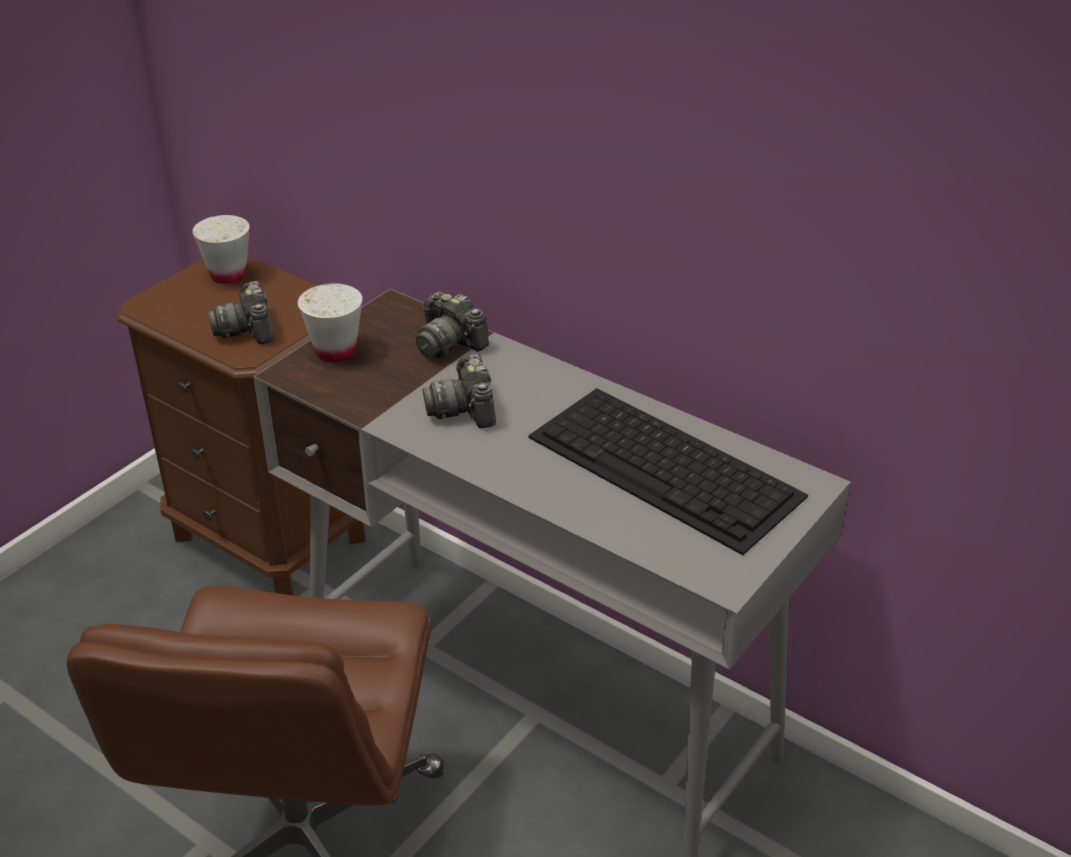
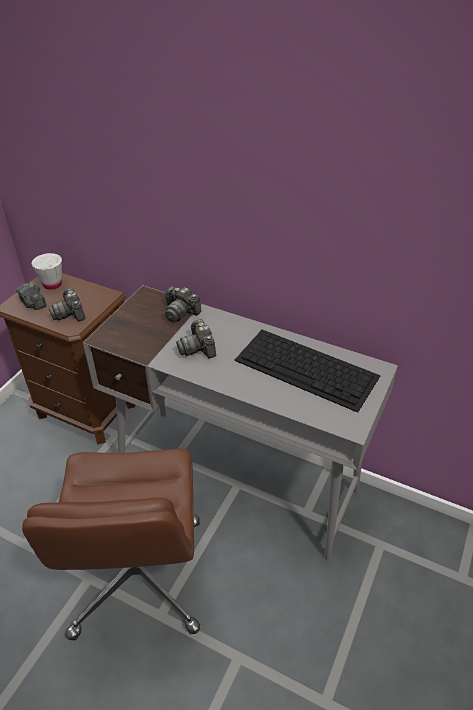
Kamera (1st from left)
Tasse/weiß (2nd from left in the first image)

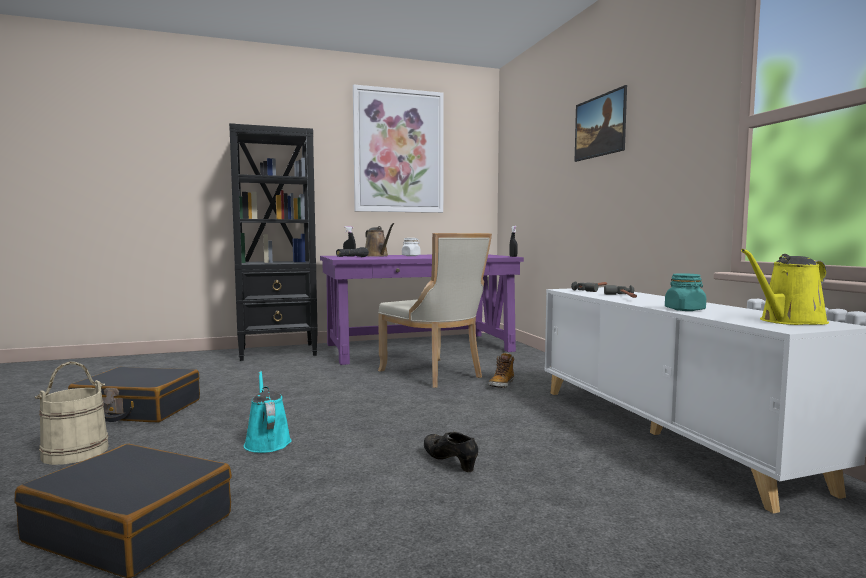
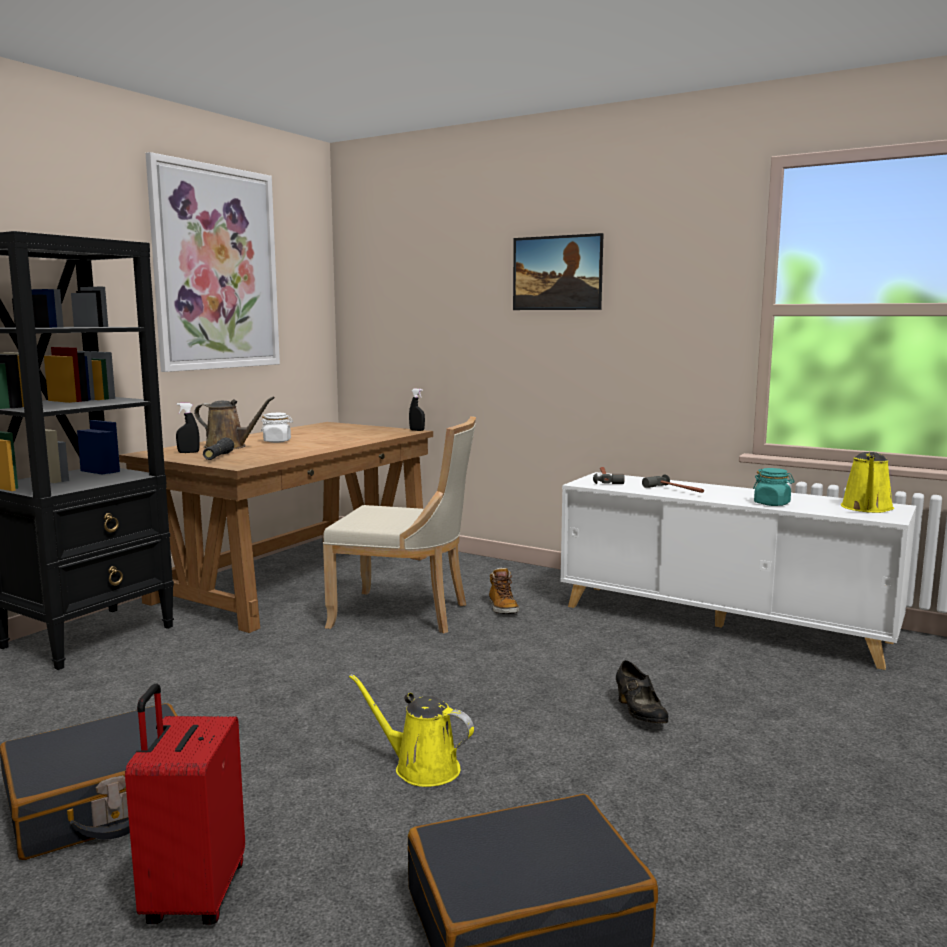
Schreibtisch/braun
Koffer/rot
Gießkanne/gelb (1st from left)
Schuh/schwarz

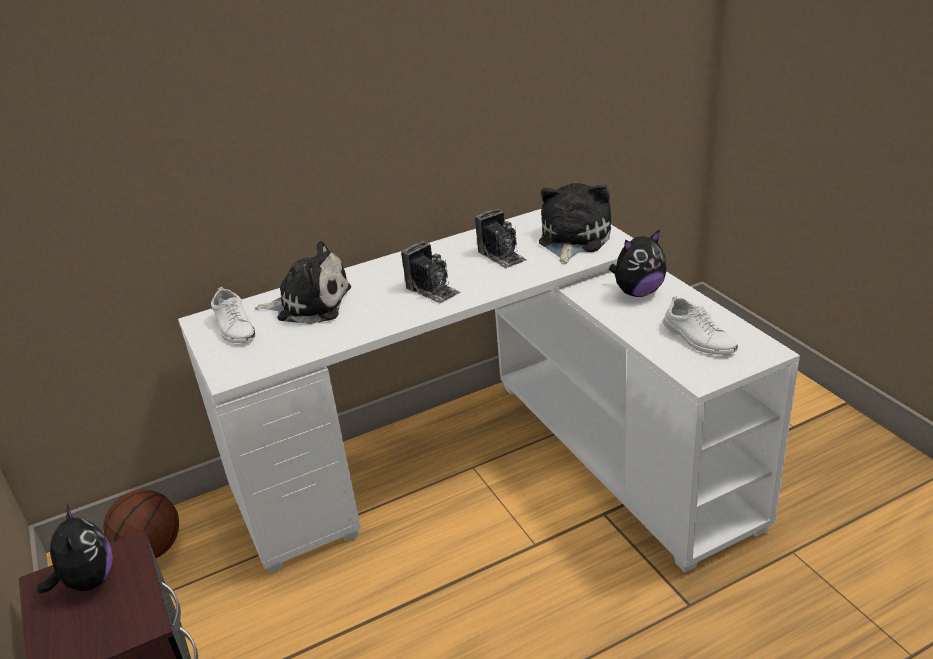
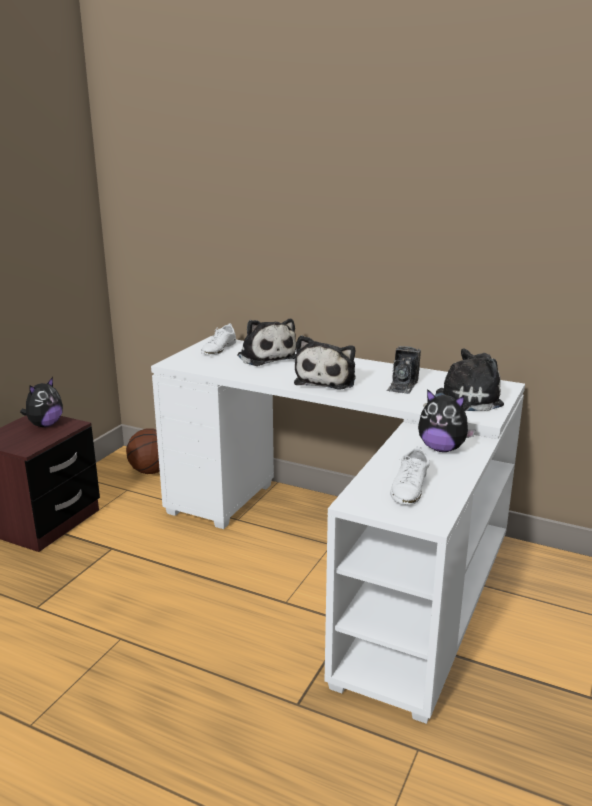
Plüschtier (3rd from left)

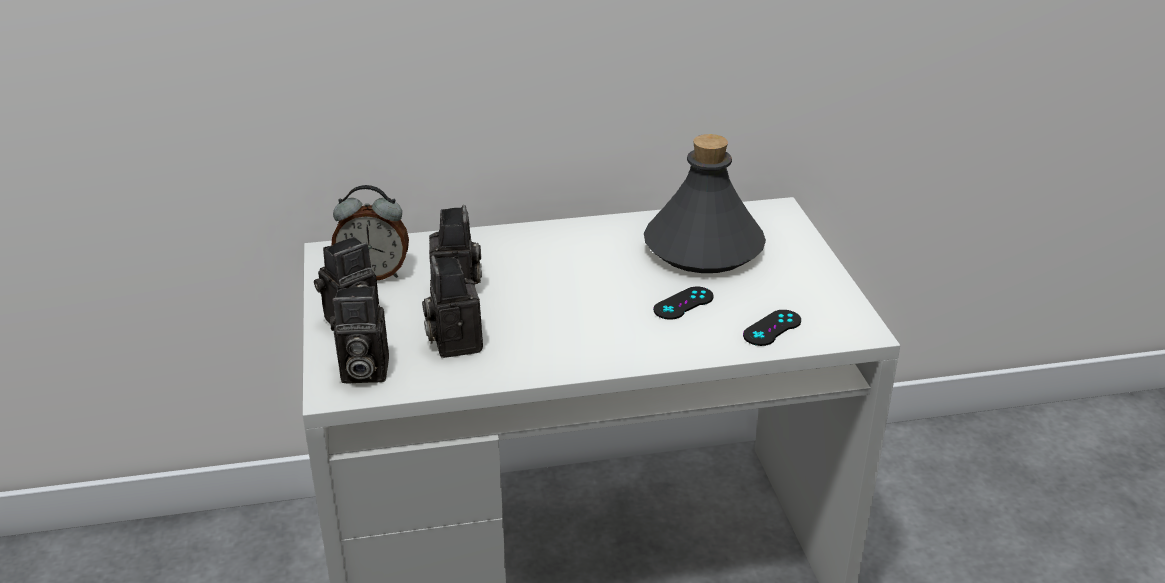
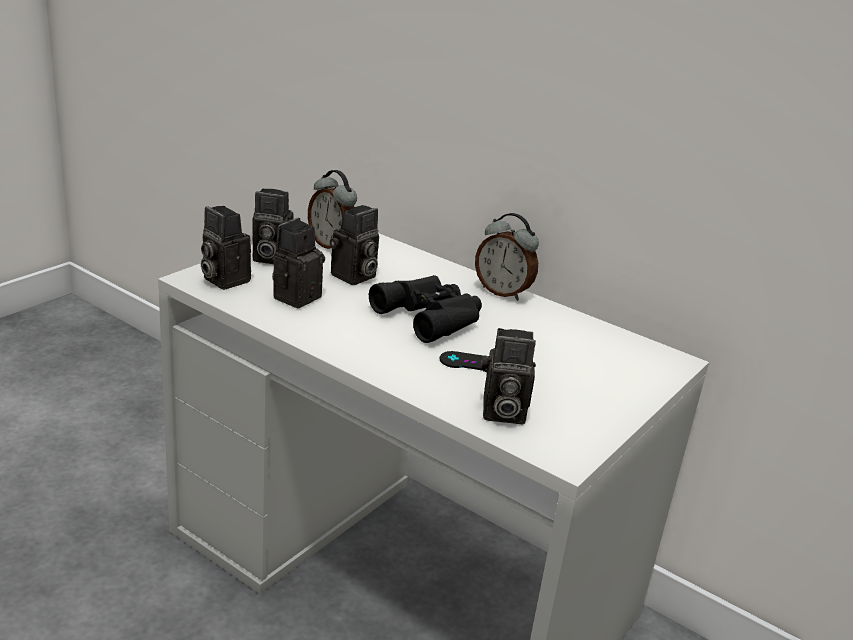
Fernglas/schwarz
Wecker (2nd from left)
Kamera (5th from left)
Flasche/grau

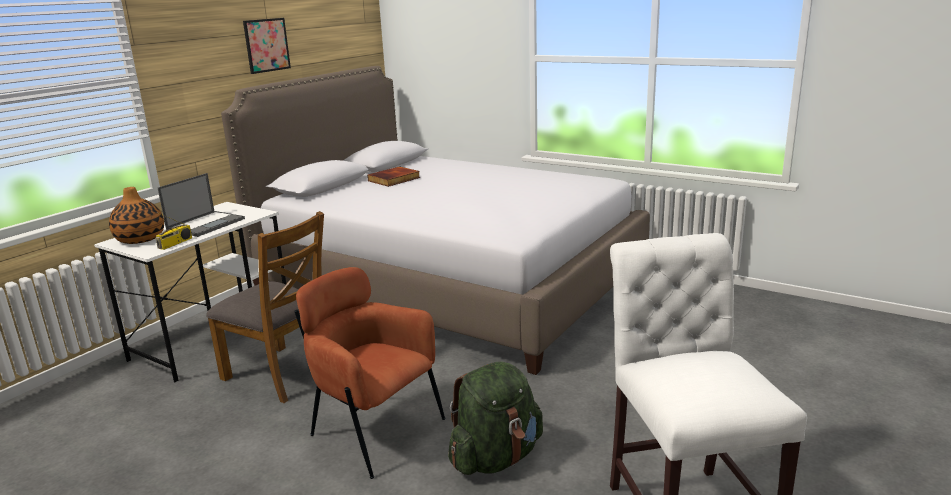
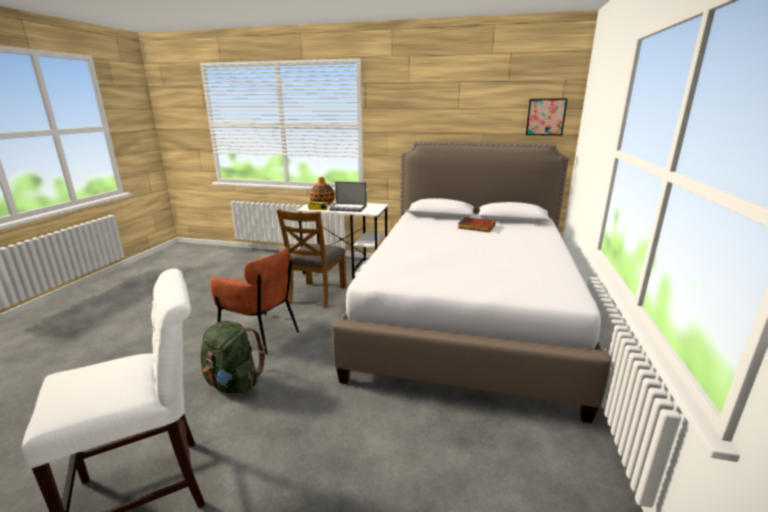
Sessel/braun
Bild

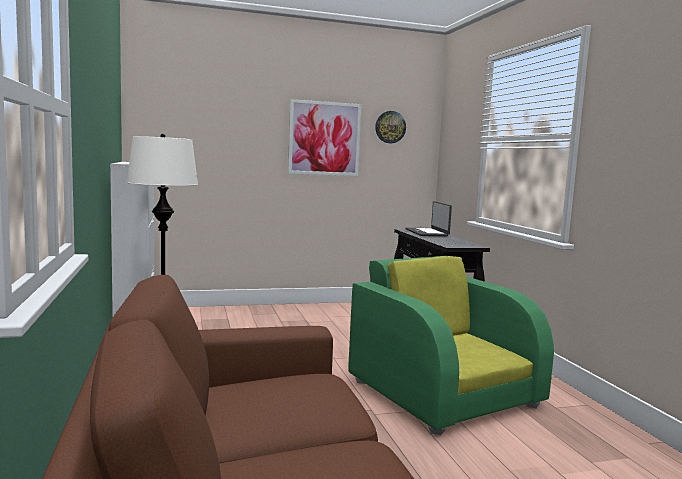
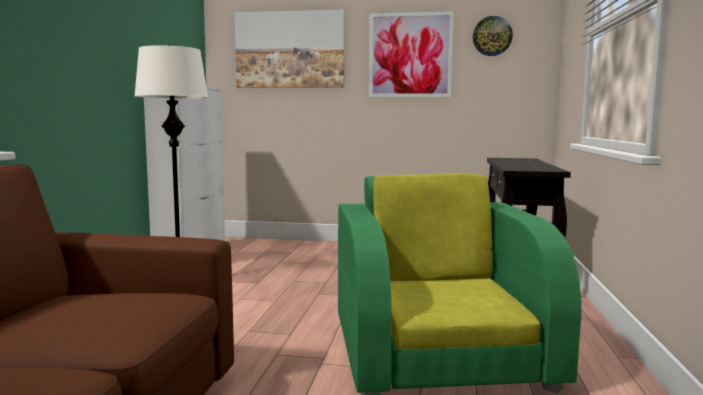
Bild (1st from left)
Laptop

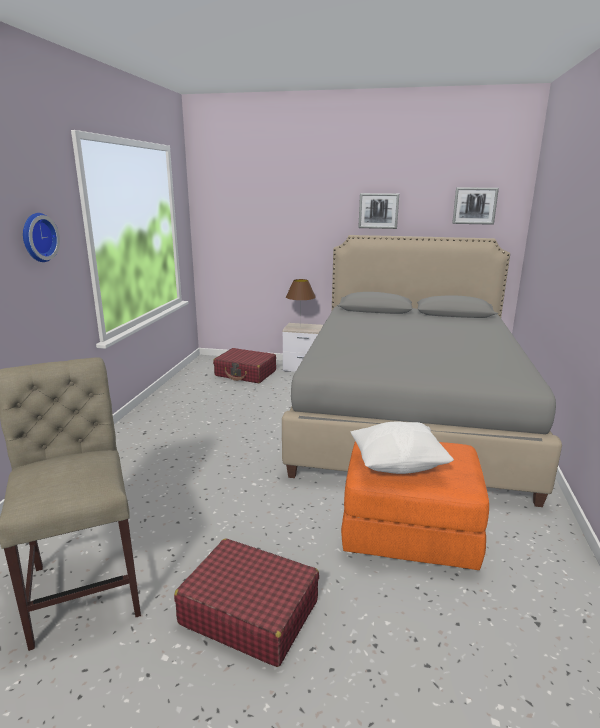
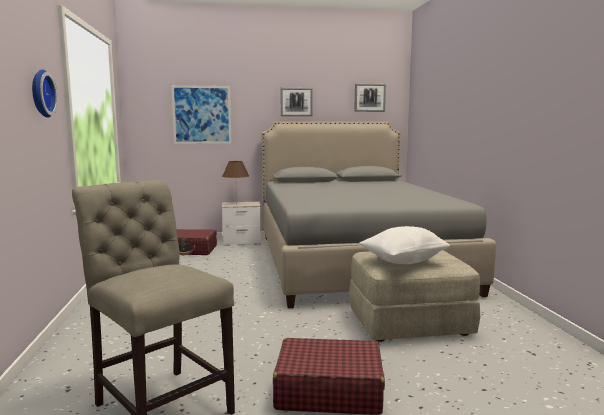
Bild (1st from left)
Polsterhocker/beige

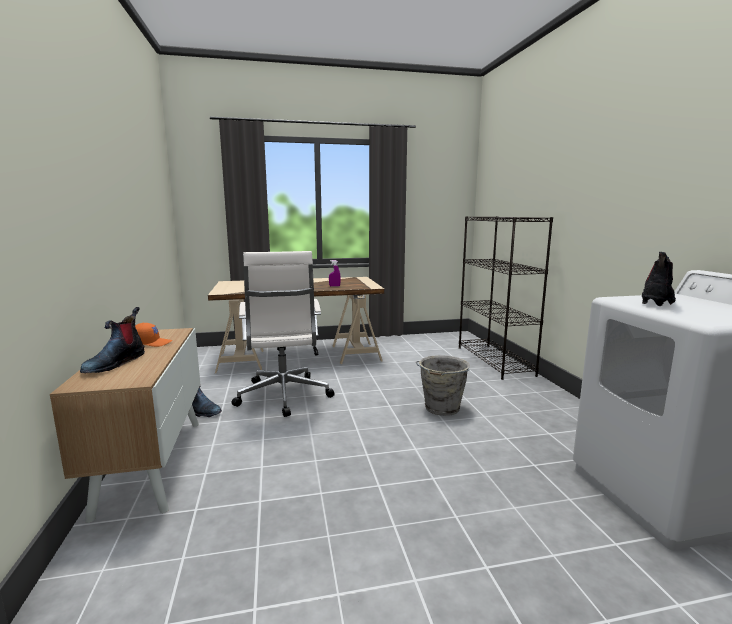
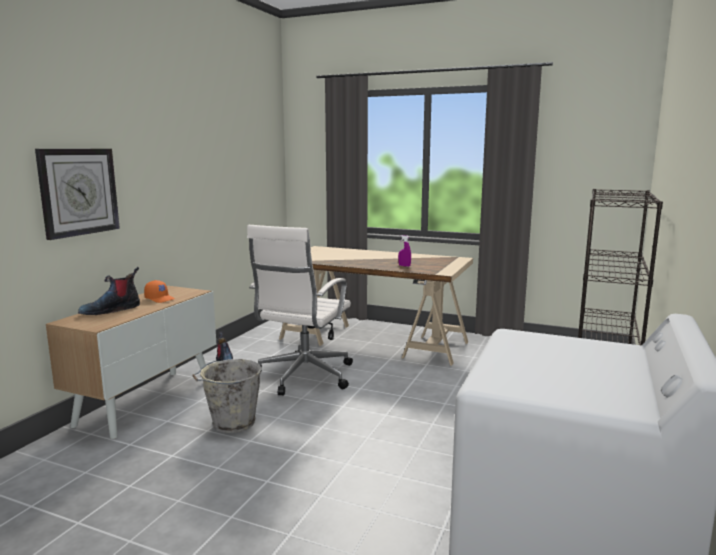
Wanduhr
Eimer/grau
Stiefel (3rd from left in the first image)

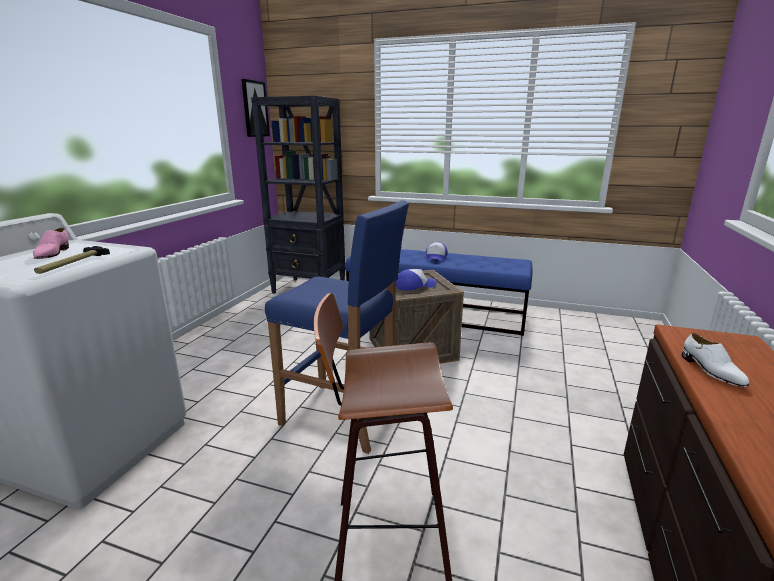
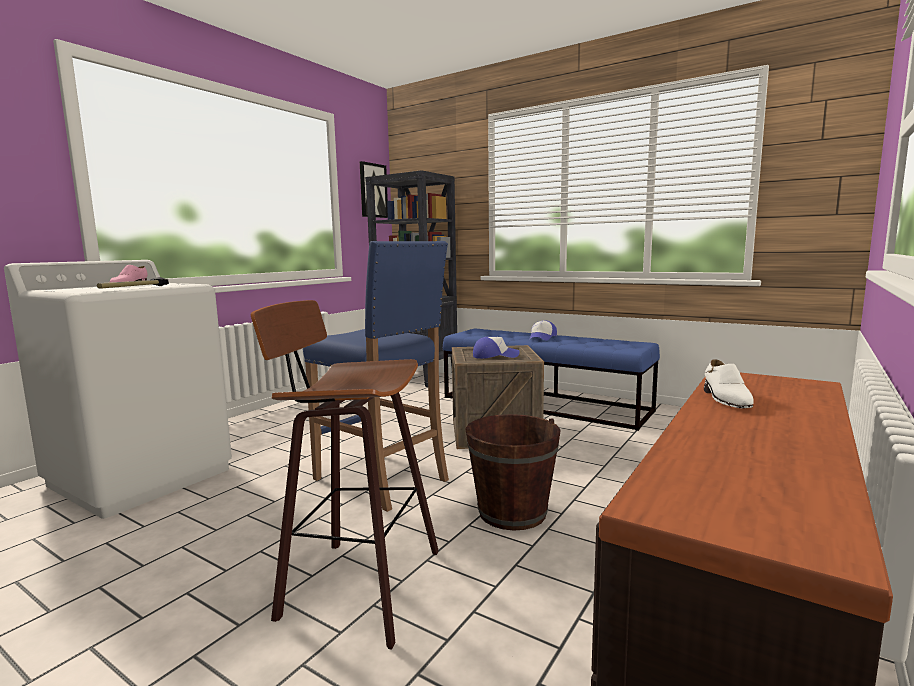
Eimer/braun

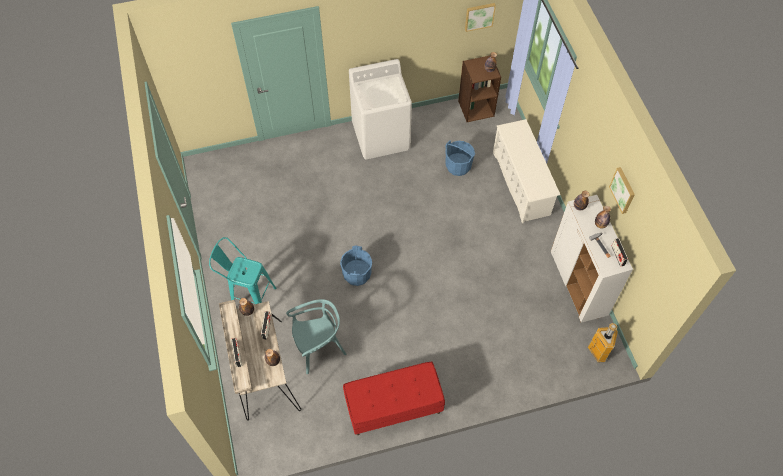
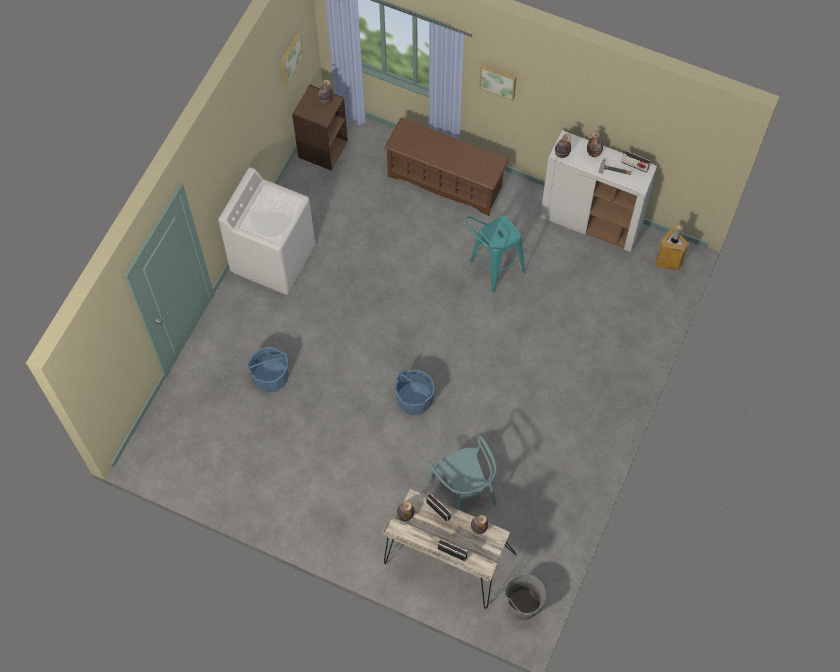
Eimer/blau (1st from left)
Schuhregal/braun
Stuhl/türkis
Hocker/türkis
Bild (2nd from left)
Eimer/grau
Bank/rot

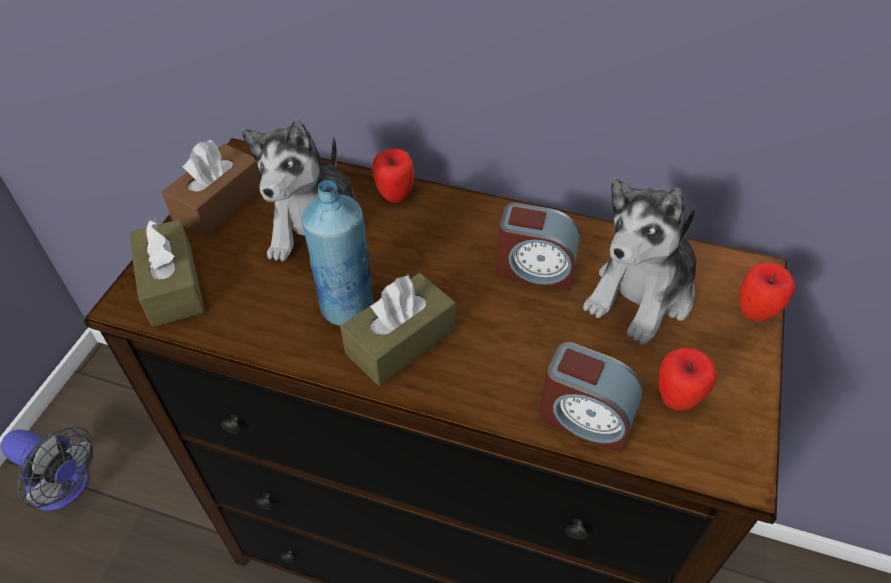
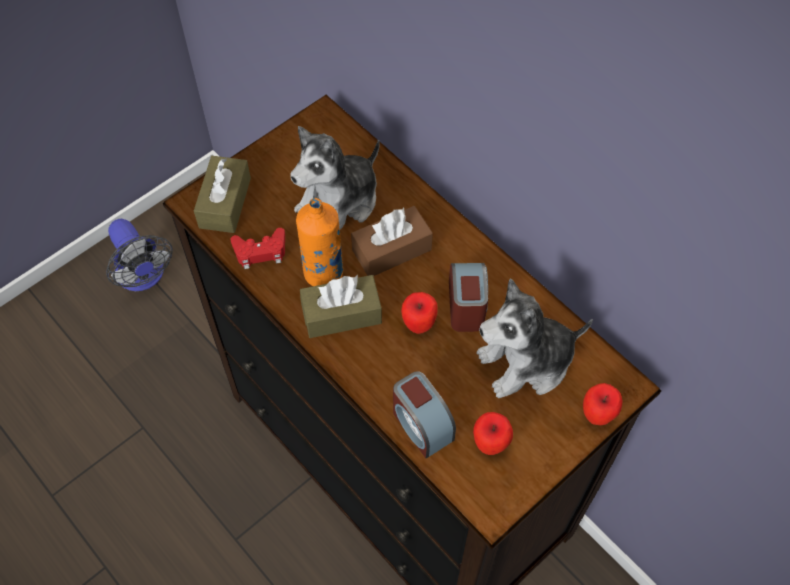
Gamepad/rot
Flasche/orange
Taschentuchbox/braun (3rd from left)
Apfel (1st from left)
Wecker (2nd from left)

